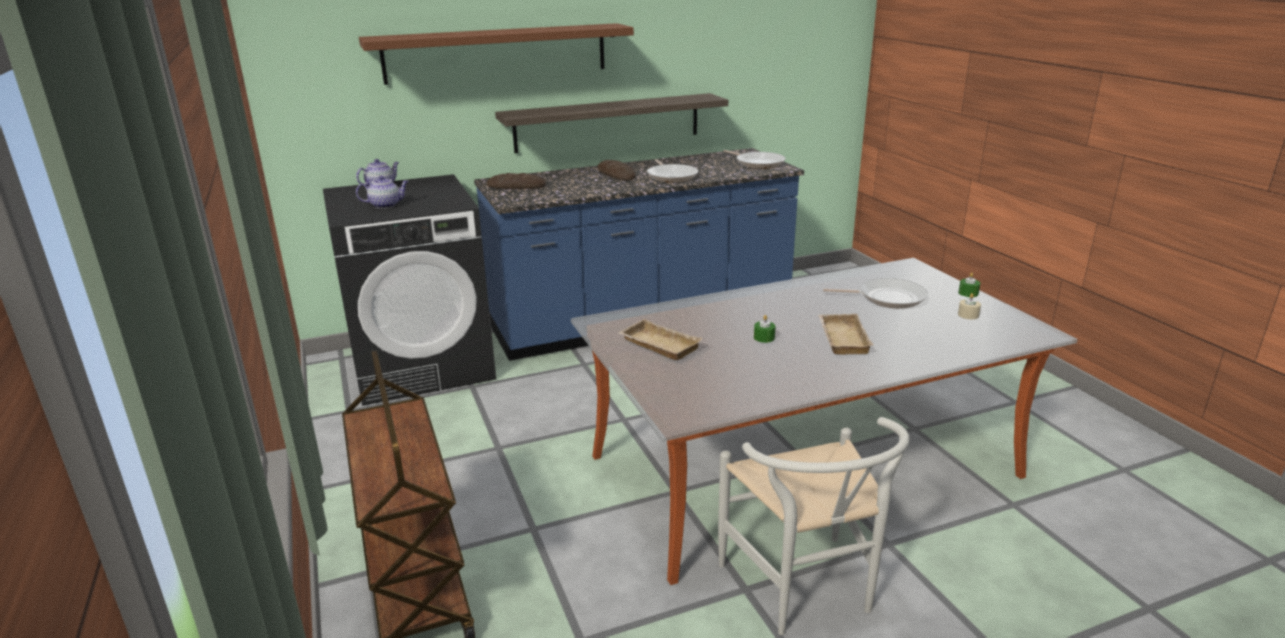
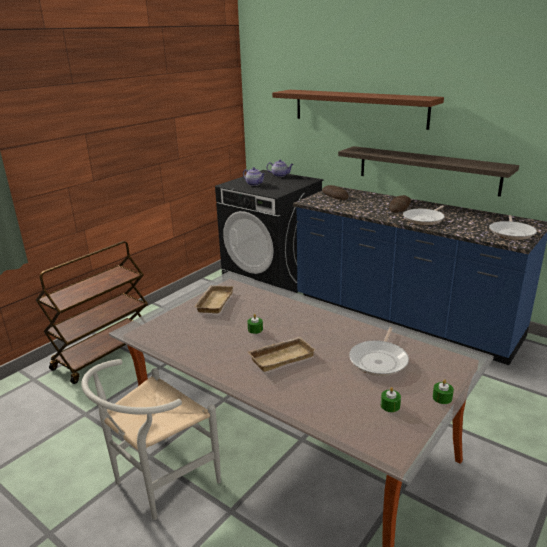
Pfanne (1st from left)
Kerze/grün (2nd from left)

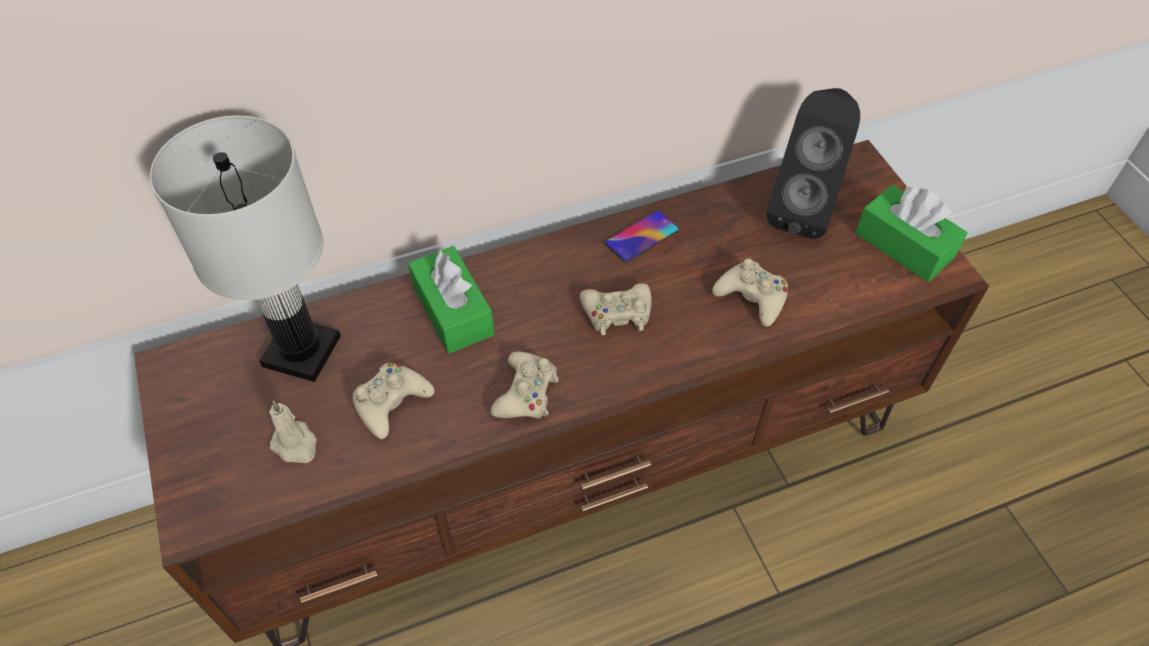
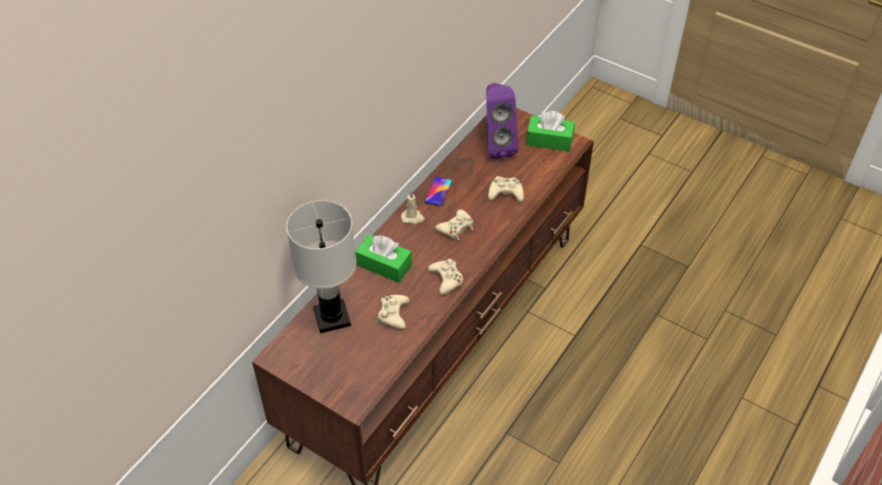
Kerze/beige
Lautsprecher/lila

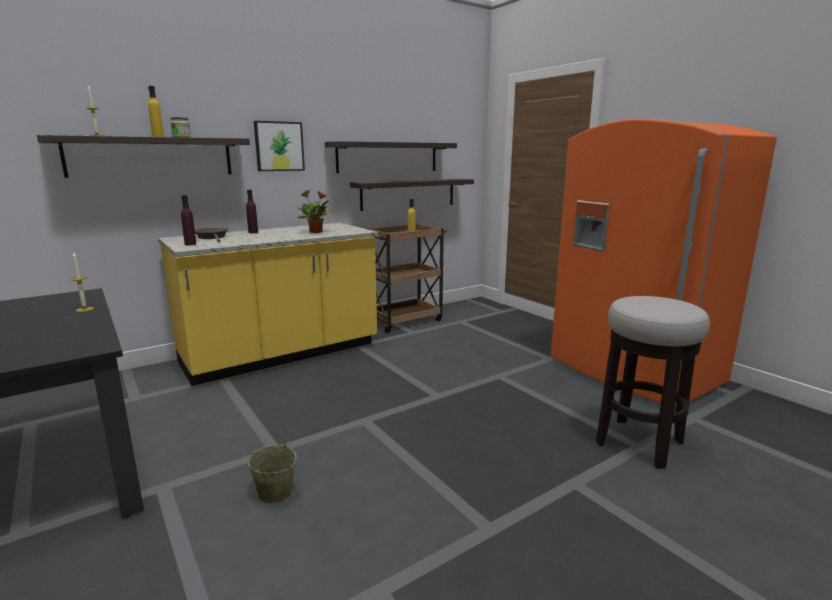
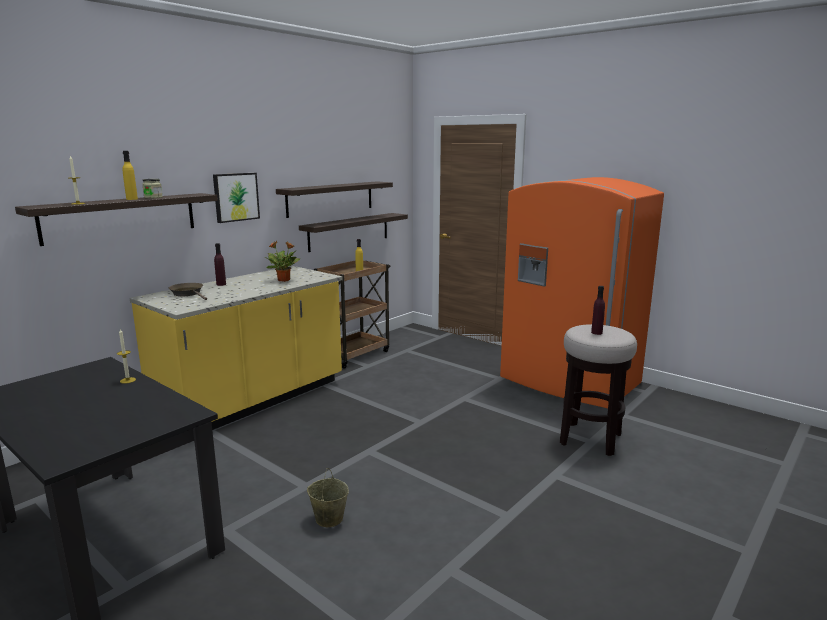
Flasche/lila (2nd from left)

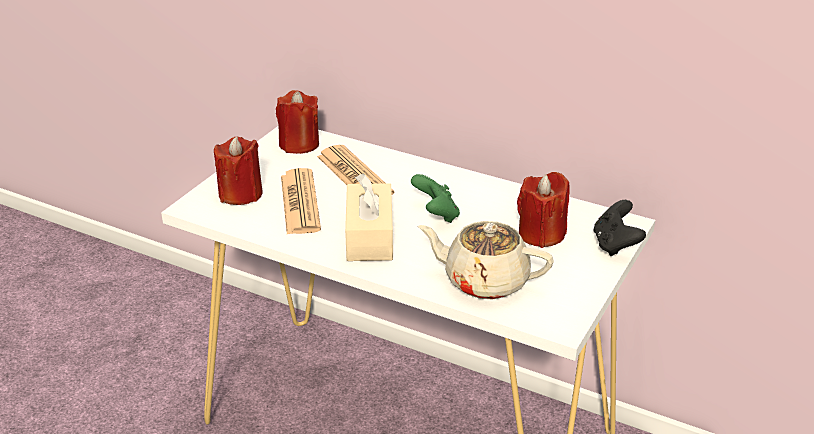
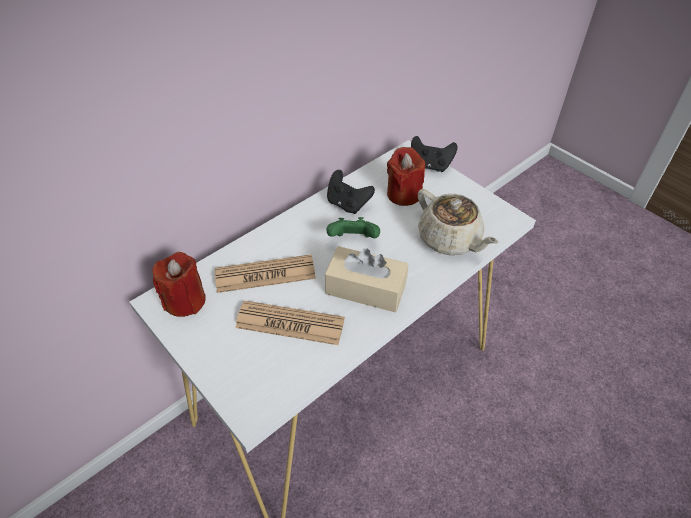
Gamepad/schwarz (1st from left)
Teekanne/beige
Kerze/rot (1st from left in the first image)

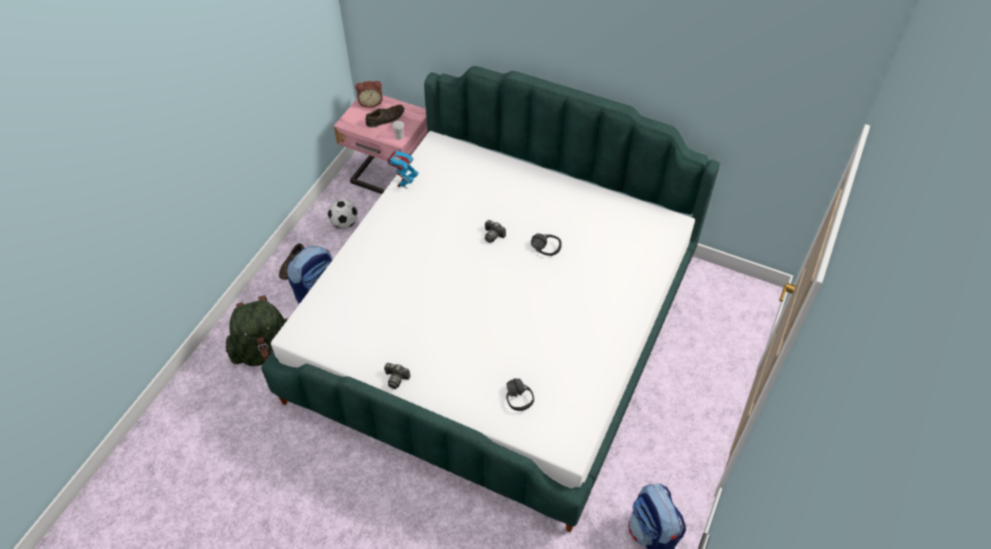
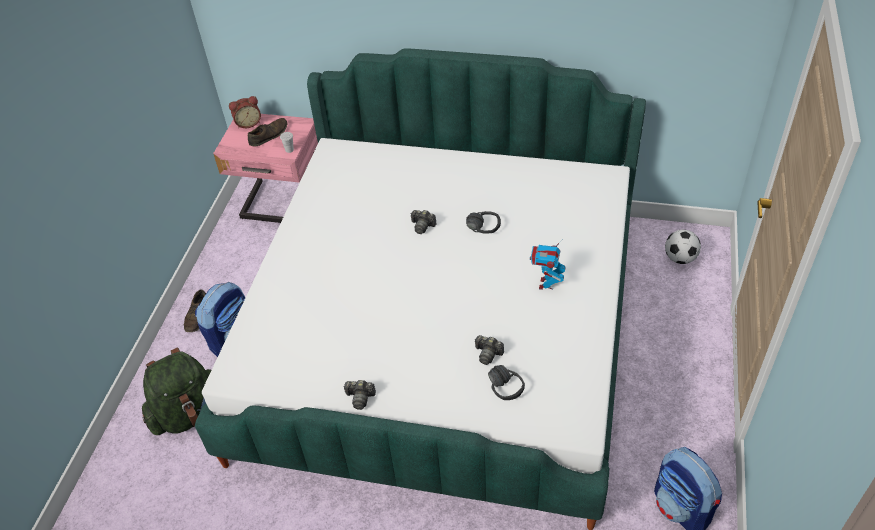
Kamera (3rd from left)
Spielzeugroboter
Fußball

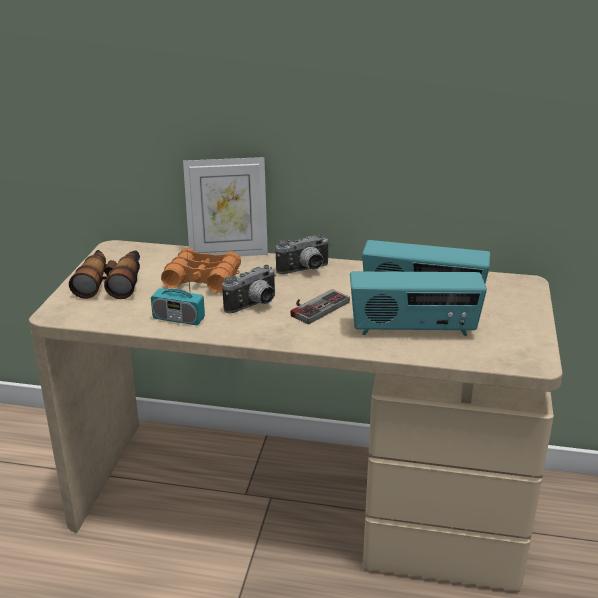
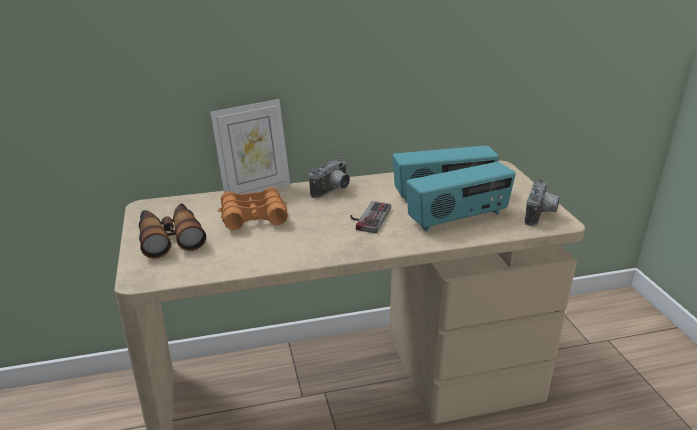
Kamera (2nd from left)
Radio (1st from left in the first image)

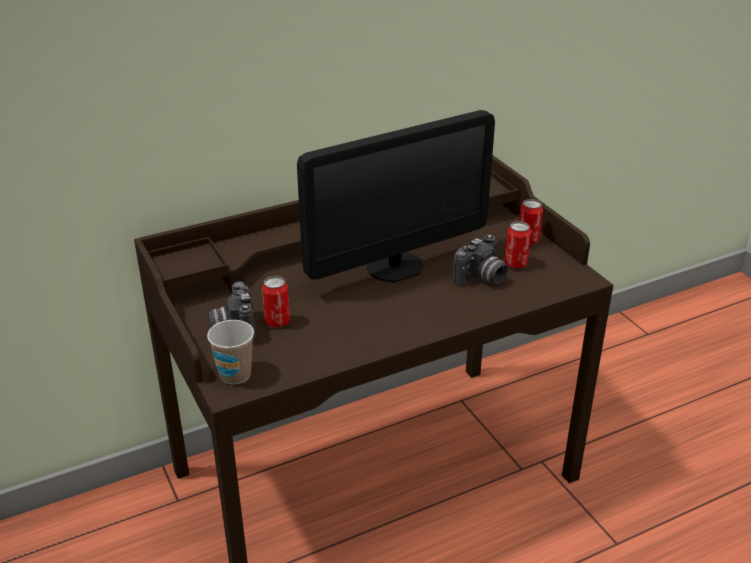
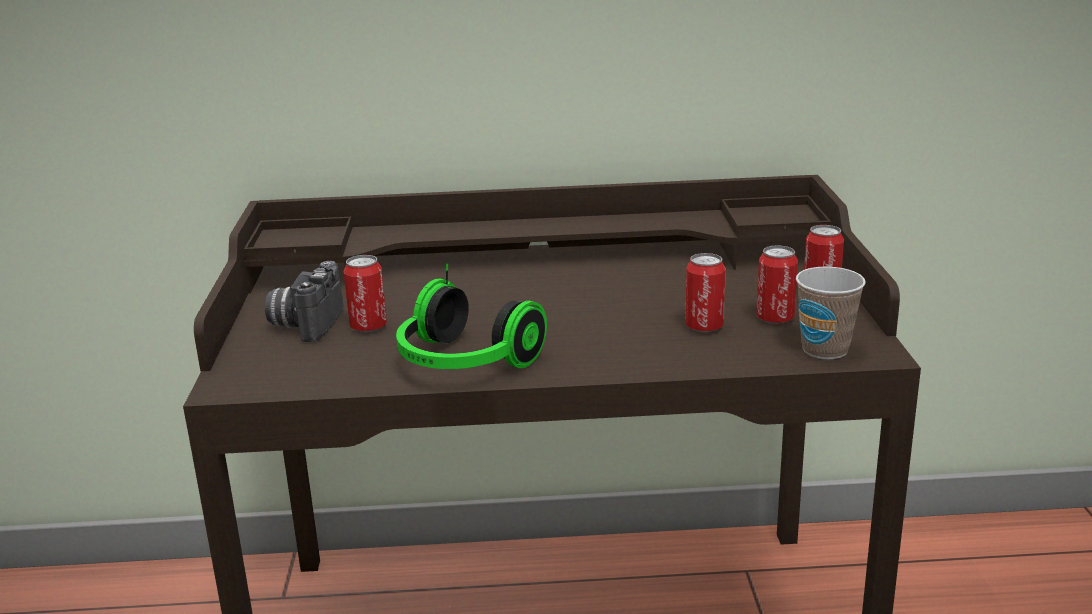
Kopfhörer
Dose (2nd from left)
Tasse
Monitor

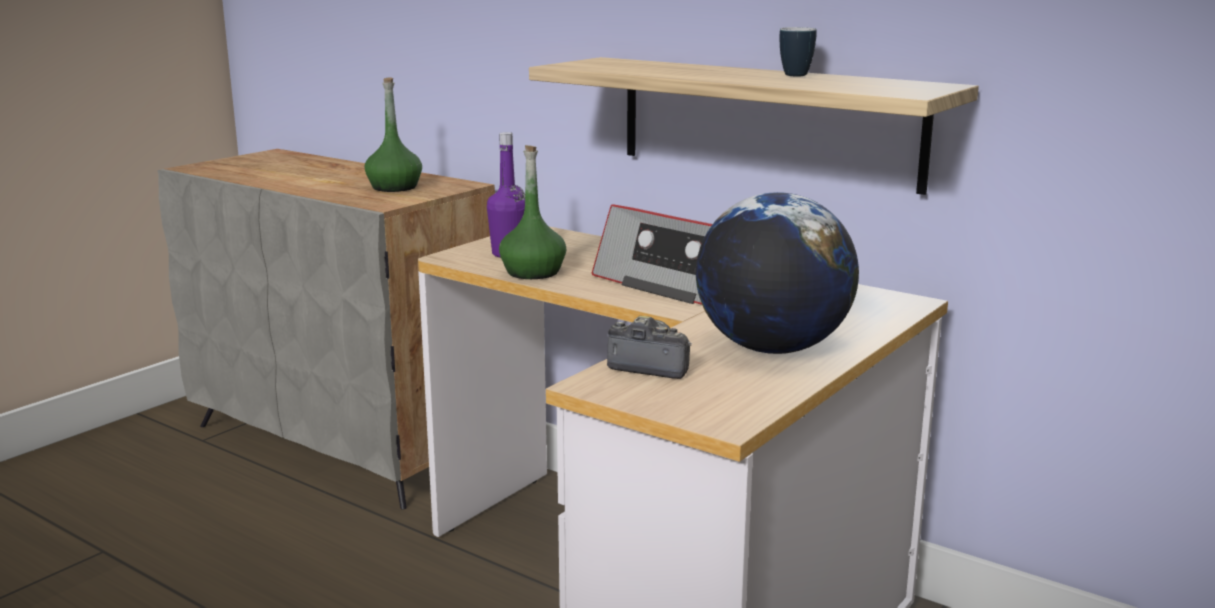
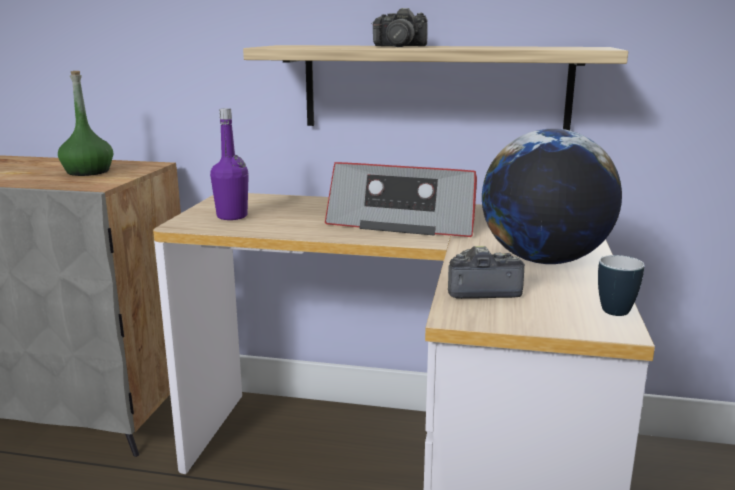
Kamera (1st from left)
Henkelbecher
Flasche/grün (2nd from left in the first image)

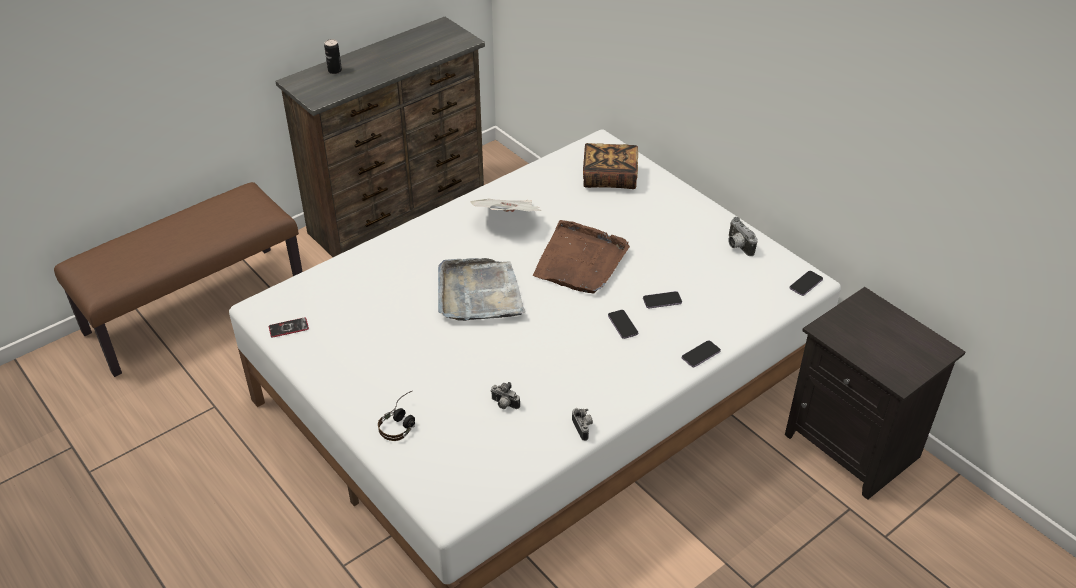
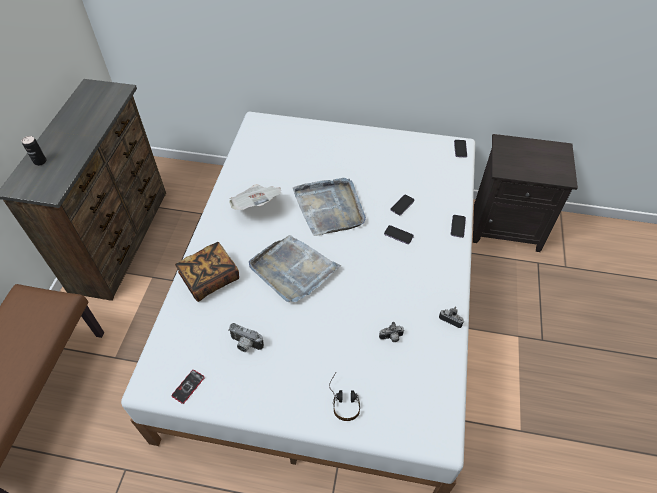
Buch
Kamera (1st from left)
Tablett/grau (2nd from left)

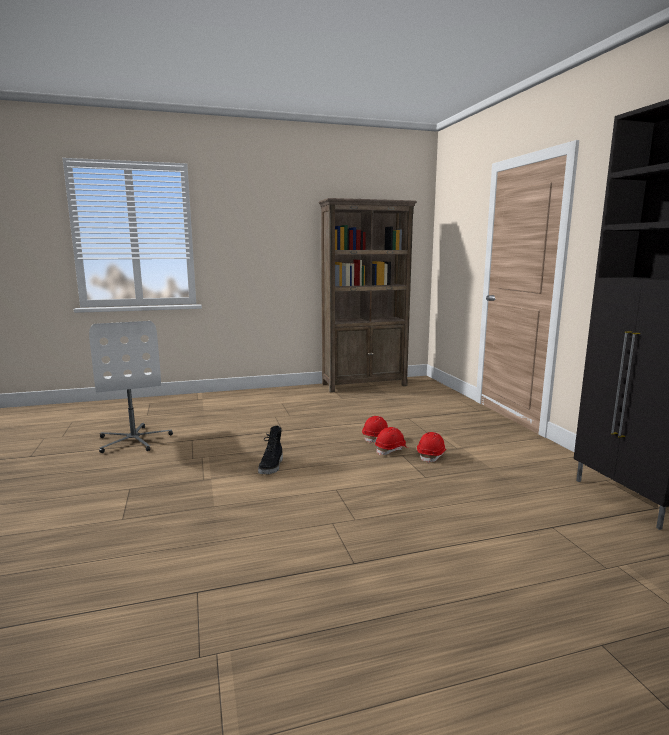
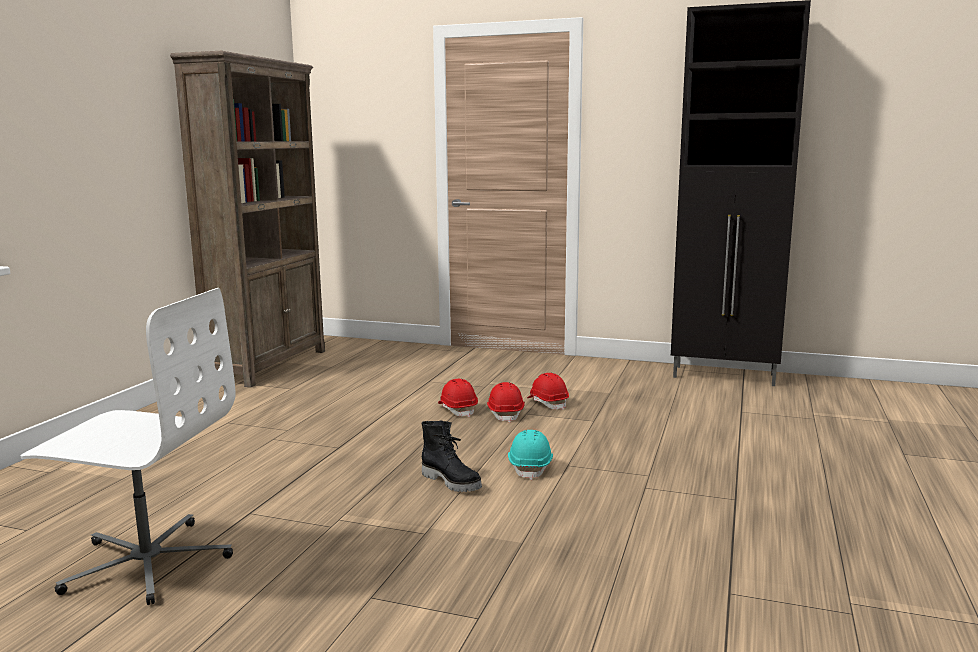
Schutzhelm/türkis

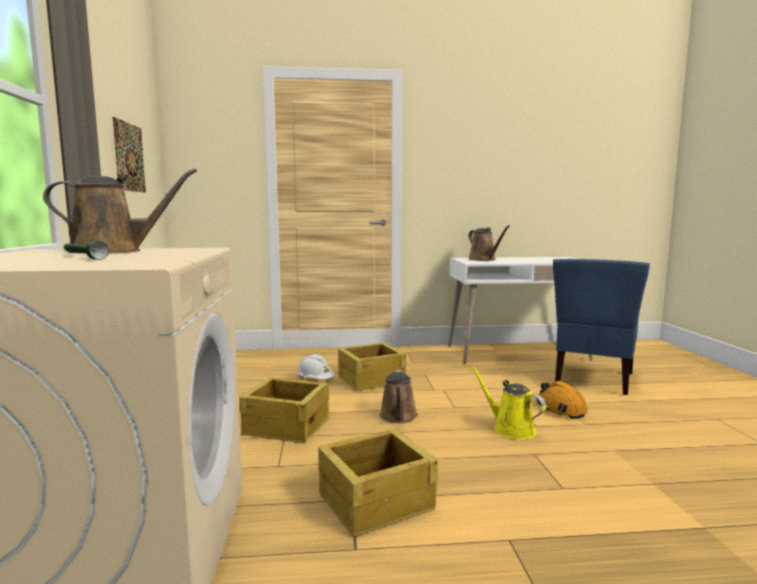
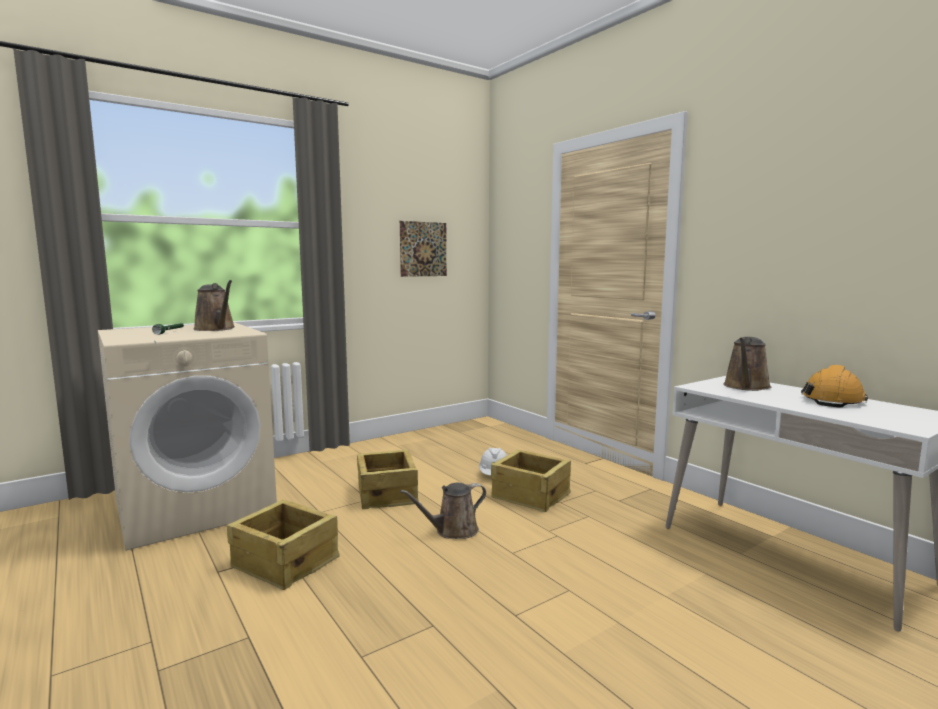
Schutzhelm/orange
Gießkanne/gelb
Stuhl/blau

